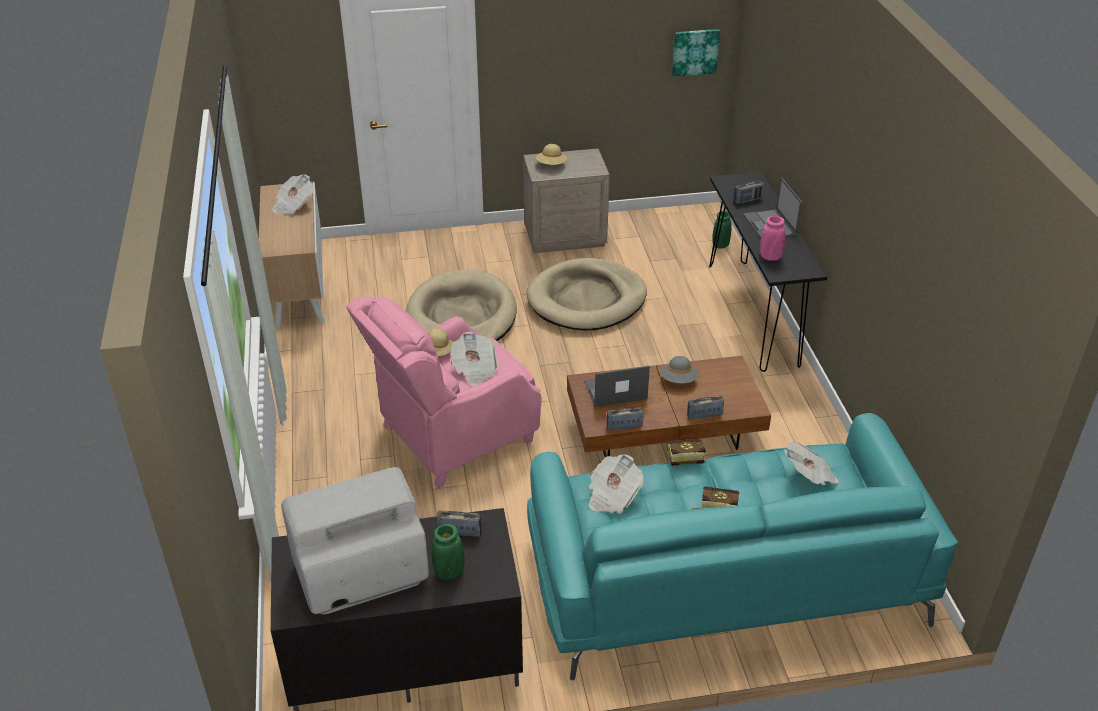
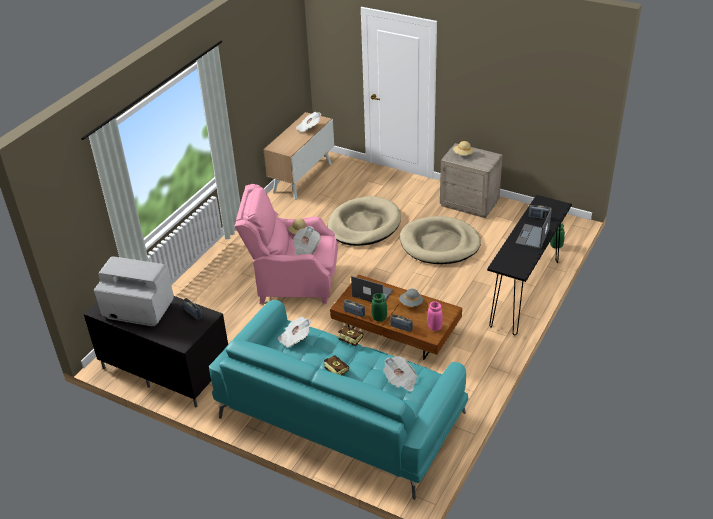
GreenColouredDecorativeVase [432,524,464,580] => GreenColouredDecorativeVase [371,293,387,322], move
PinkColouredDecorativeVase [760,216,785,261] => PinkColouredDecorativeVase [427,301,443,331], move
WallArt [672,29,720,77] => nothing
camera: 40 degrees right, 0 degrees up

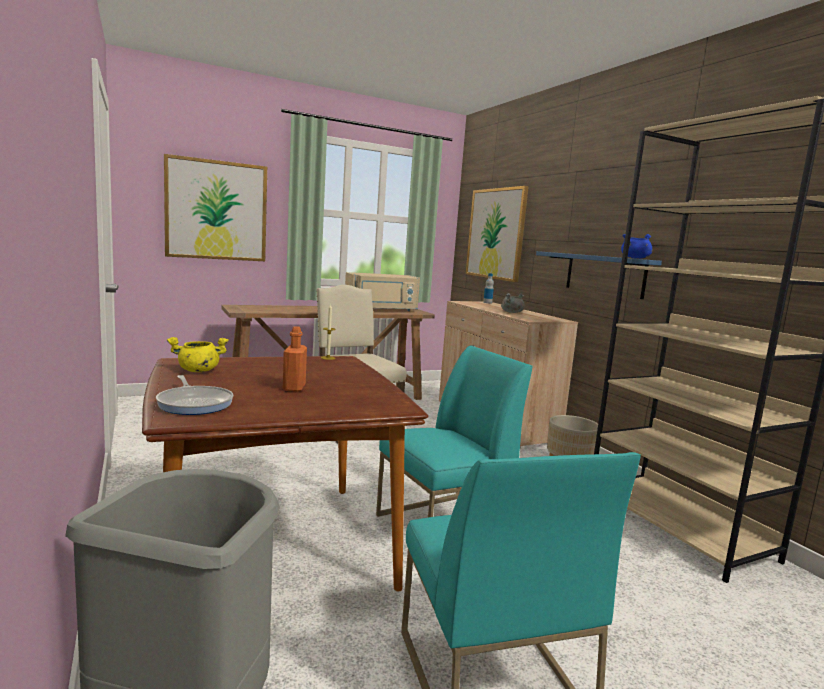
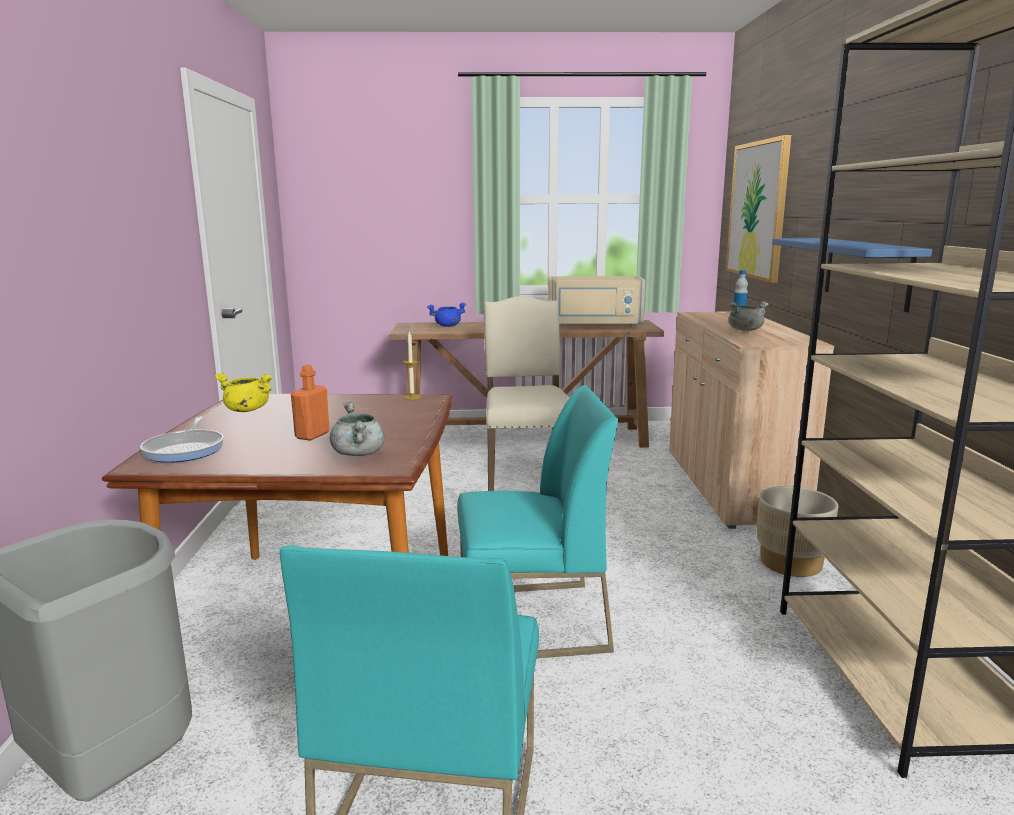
nothing => GreyishCookingPot [330,402,385,456]
BlueCookingPot [621,234,652,259] => BlueCookingPot [427,303,466,327], move
WallArt [164,154,267,261] => nothing
camera: 25 degrees right, 5 degrees up

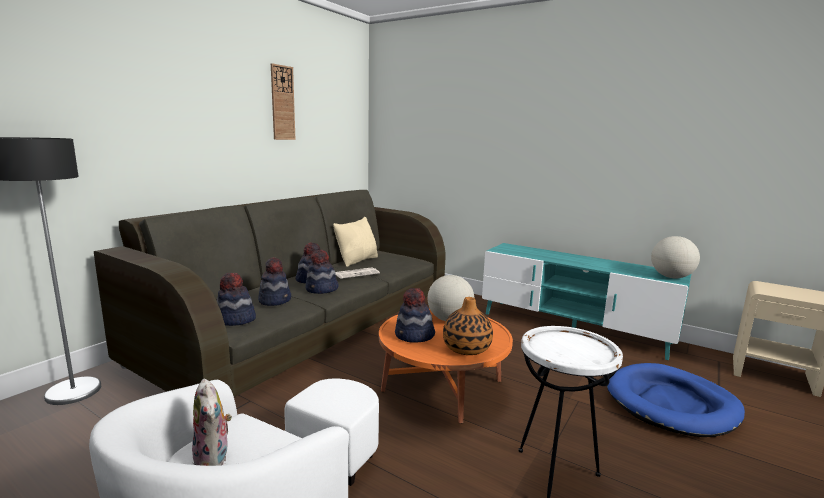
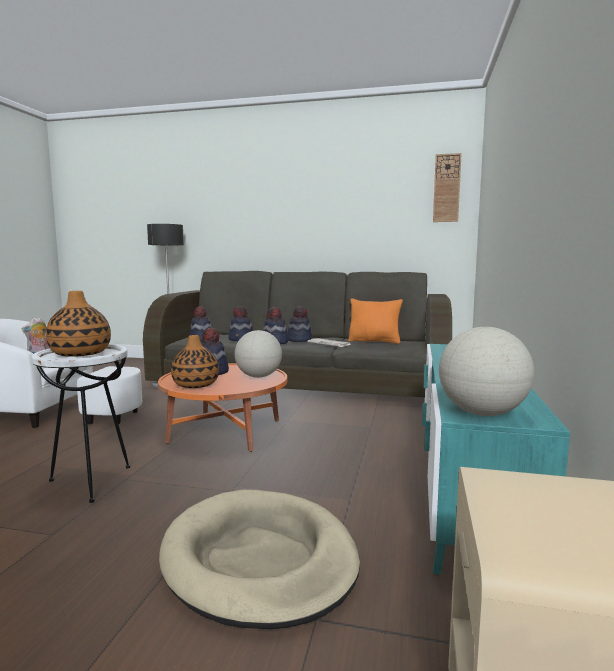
nothing => DecorativeVase [46,291,111,357]
BlueDogCushion [607,363,745,437] => BeigeColouredDogCushion [159,490,360,629]
BeigeColouredThrowPillow [333,217,378,267] => OrangeyThrowPillow [349,299,403,344]
ClockOnTheWall [271,63,295,140] => ClockOnTheWall [433,153,462,222], move
camera: 70 degrees right, 5 degrees down

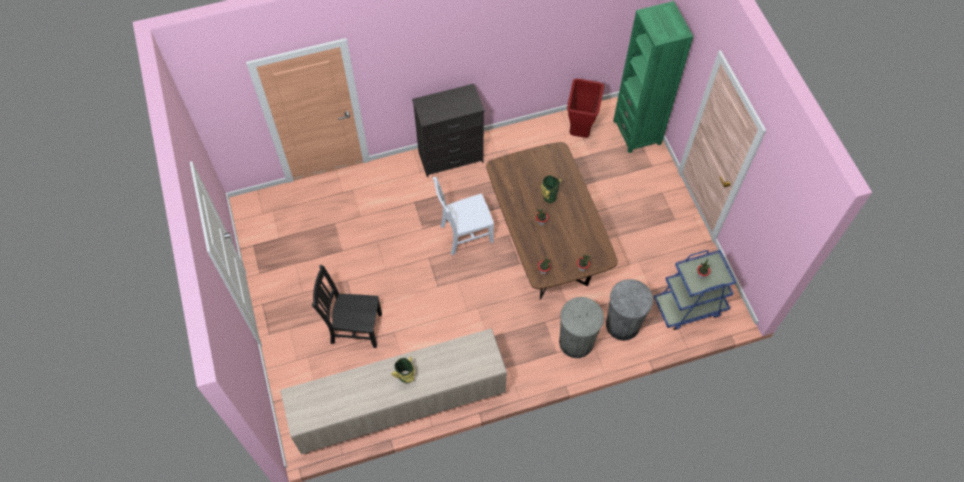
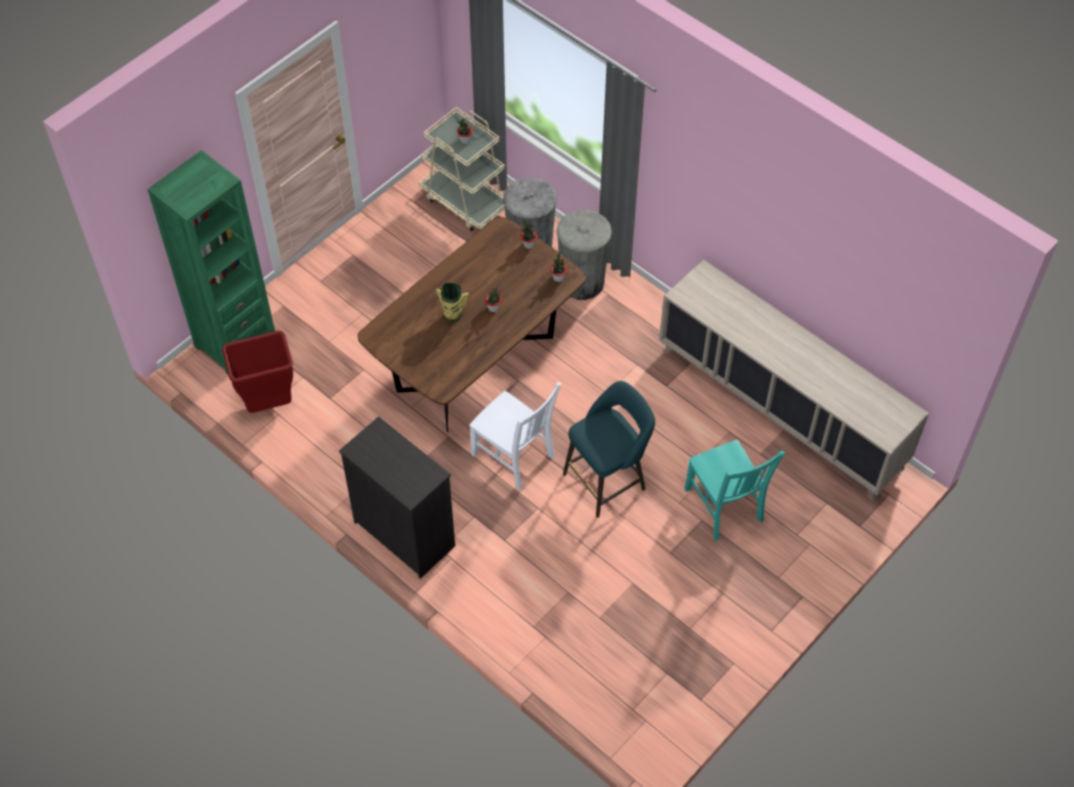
BlueTrolley [654,250,736,330] => BeigeColouredTrolley [419,107,505,231]
nothing => BlueGreenSittingStool [563,381,655,518]
BlackColouredChair [312,264,382,348] => BlueGreenChair [685,440,785,541]
DecorativeVase [391,356,415,383] => nothing
camera: 120 degrees left, 5 degrees down

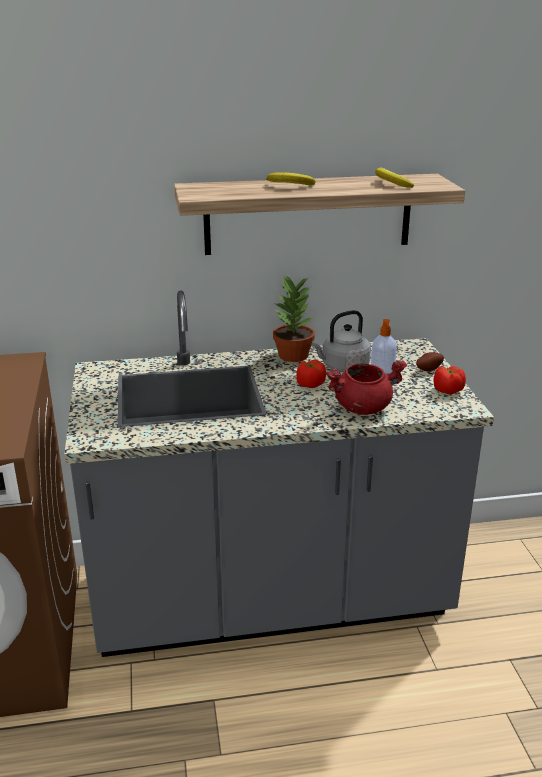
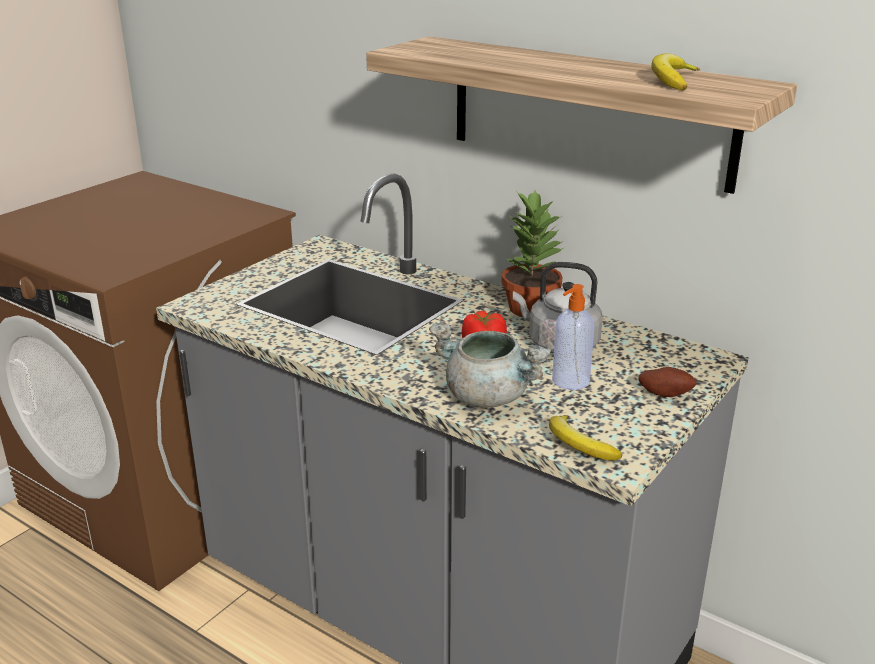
ReddishCookingPot [326,360,407,415] => GreyishCookingPot [429,322,551,408]
BananaFruit [266,172,316,185] => BananaFruit [549,415,622,461], move
FreshTomato [434,366,466,394] => nothing
camera: 45 degrees right, 0 degrees up

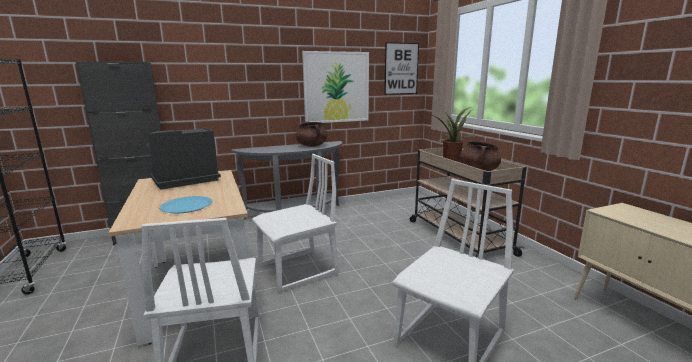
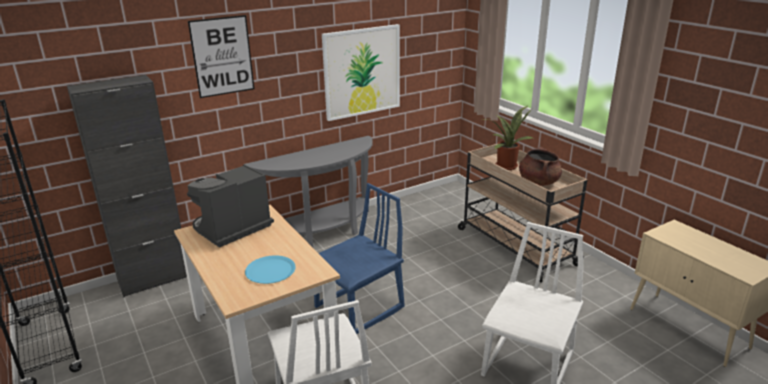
WallArt [384,42,419,95] => WallArt [188,15,254,98], move
WhitishChair [252,154,339,293] => BlueChair [314,183,405,334]
BrownColouredCookingPot [296,122,327,147] => nothing
camera: 10 degrees left, 10 degrees up

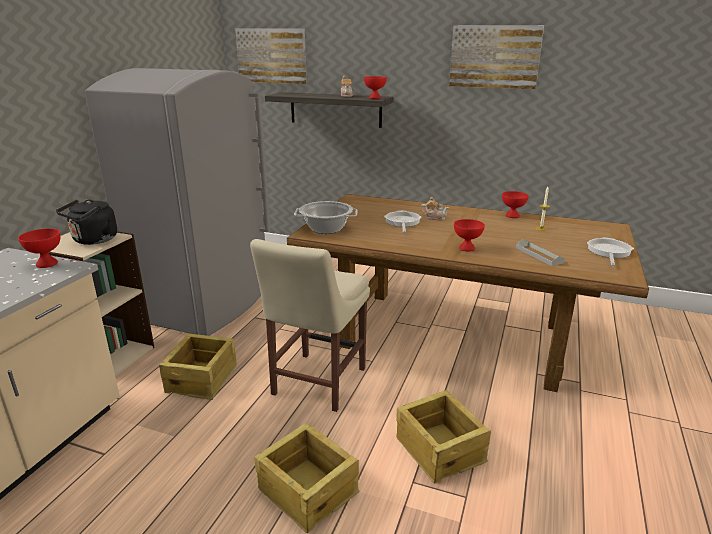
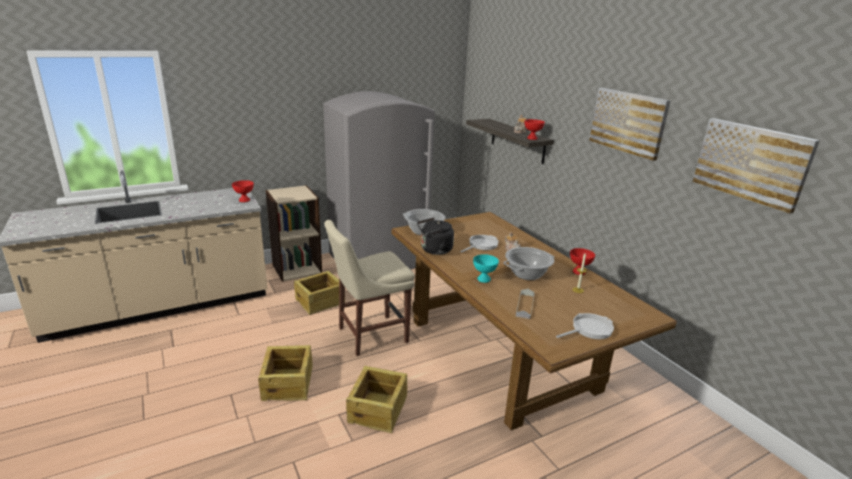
BlackColouredKettle [56,199,117,245] => BlackColouredKettle [417,217,454,255], move
ReddishServingBowl [454,219,485,252] => BlueGreenServingBowl [473,254,499,283]
nothing => CookingPot [503,247,554,280]
WallArt [235,29,307,84] => WallArt [693,118,820,214], move
camera: 40 degrees right, 0 degrees up

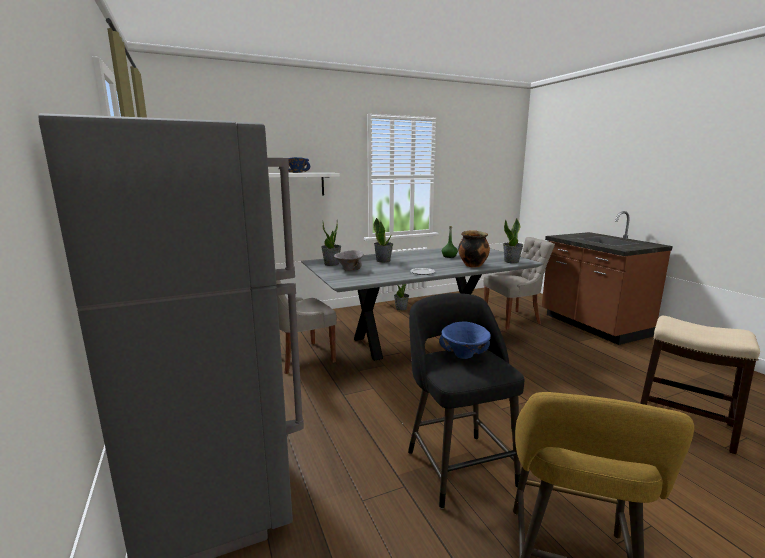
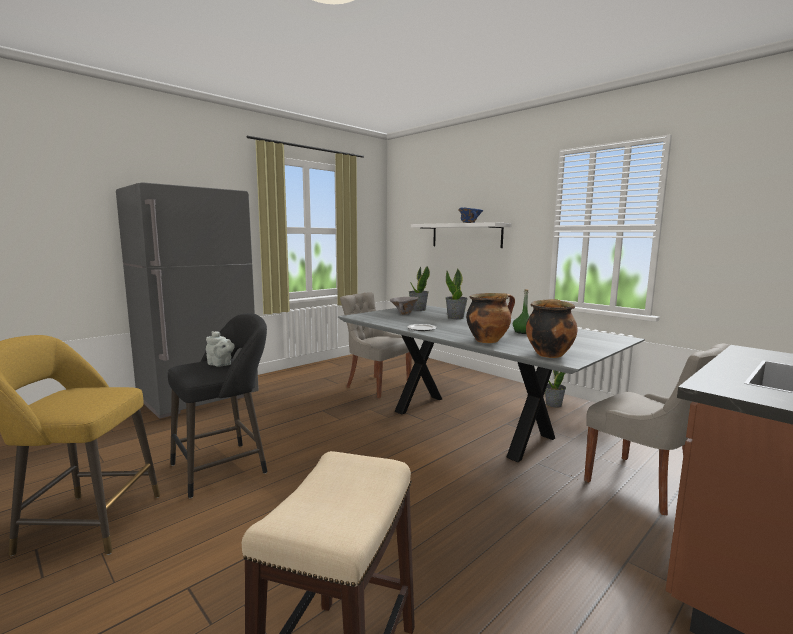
BlueServingBowl [439,321,491,359] => GreyishPotForTea [206,331,235,367]
PlantInAPot [503,218,523,263] => CookingPot [526,299,578,358]
camera: 70 degrees right, 5 degrees down

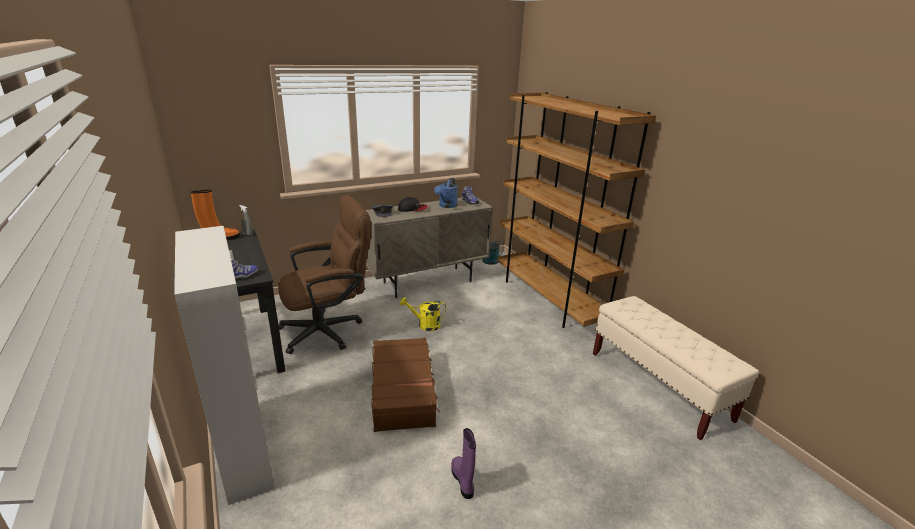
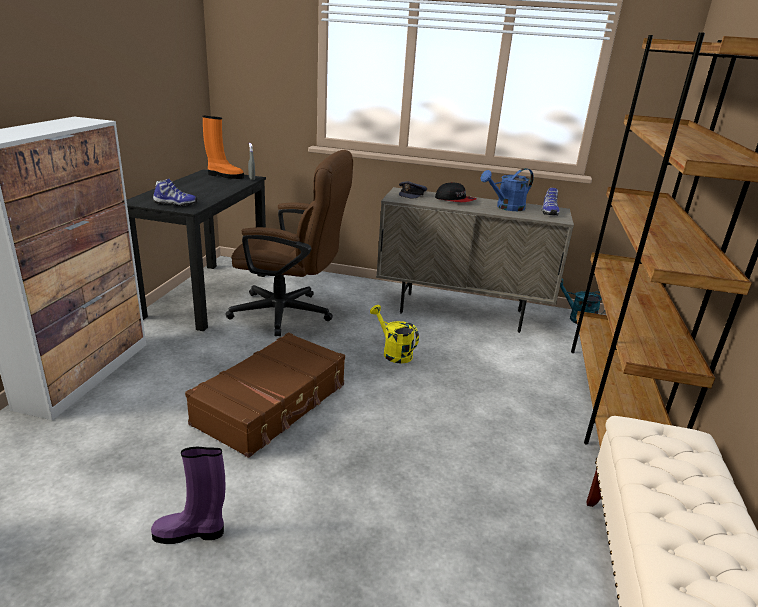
PurpleTallBoot [451,428,476,499] => PurpleTallBoot [151,447,226,544], 120 degrees counterclockwise
camera: 40 degrees right, 0 degrees up

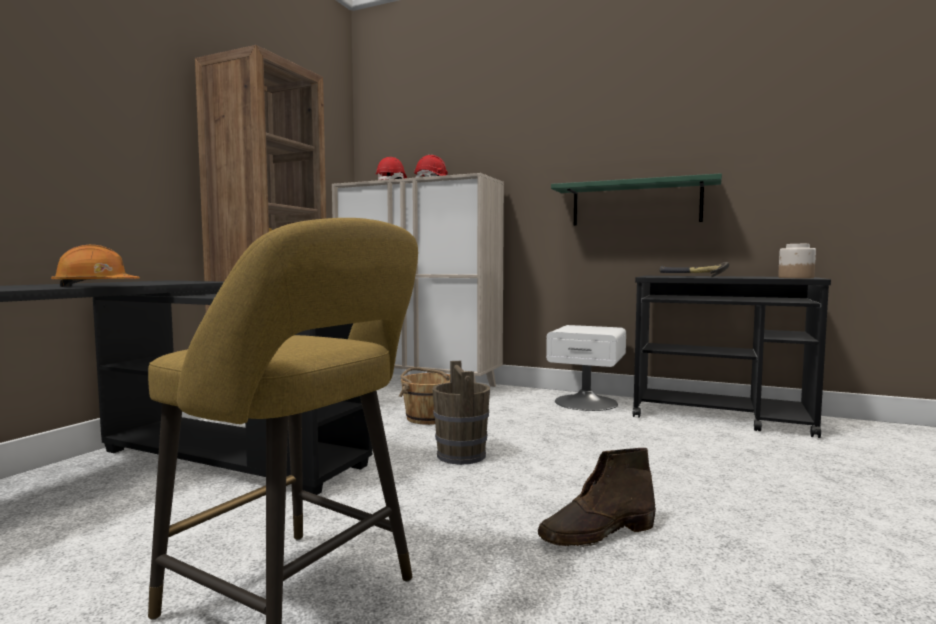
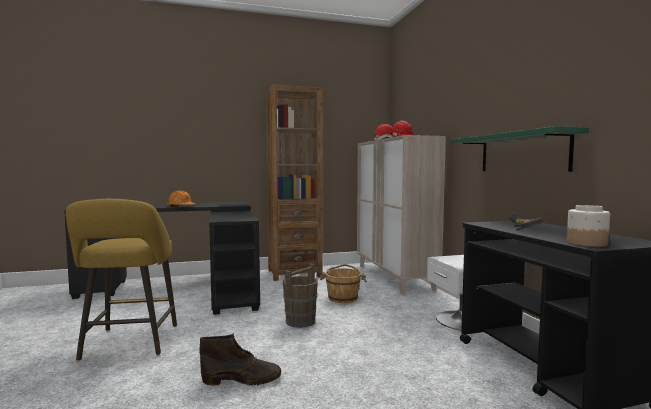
BrownColouredTallBoot [538,448,656,547] => BrownColouredTallBoot [199,334,281,385], 150 degrees clockwise
camera: 50 degrees right, 0 degrees up

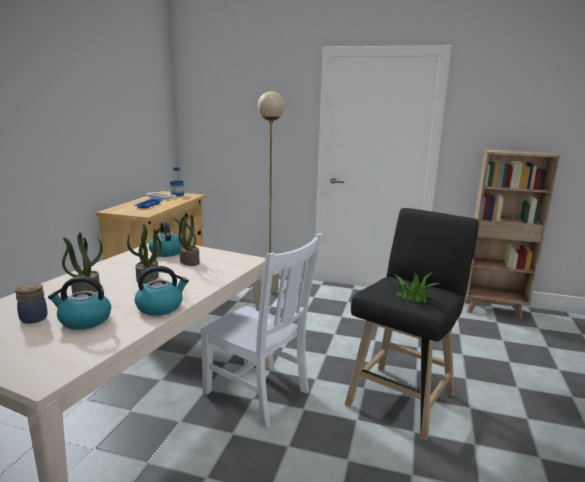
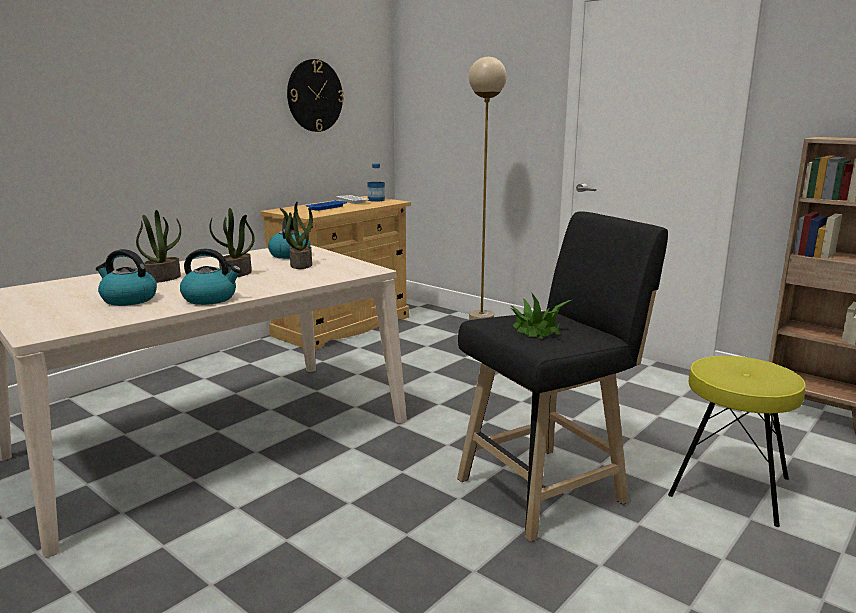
nothing => ClockOnTheWall [287,59,344,132]
nothing => YellowishSittingStool [668,356,805,527]
StorageJar [15,283,48,324] => nothing
WhitishChair [200,233,322,428] => nothing
camera: 25 degrees right, 0 degrees up

